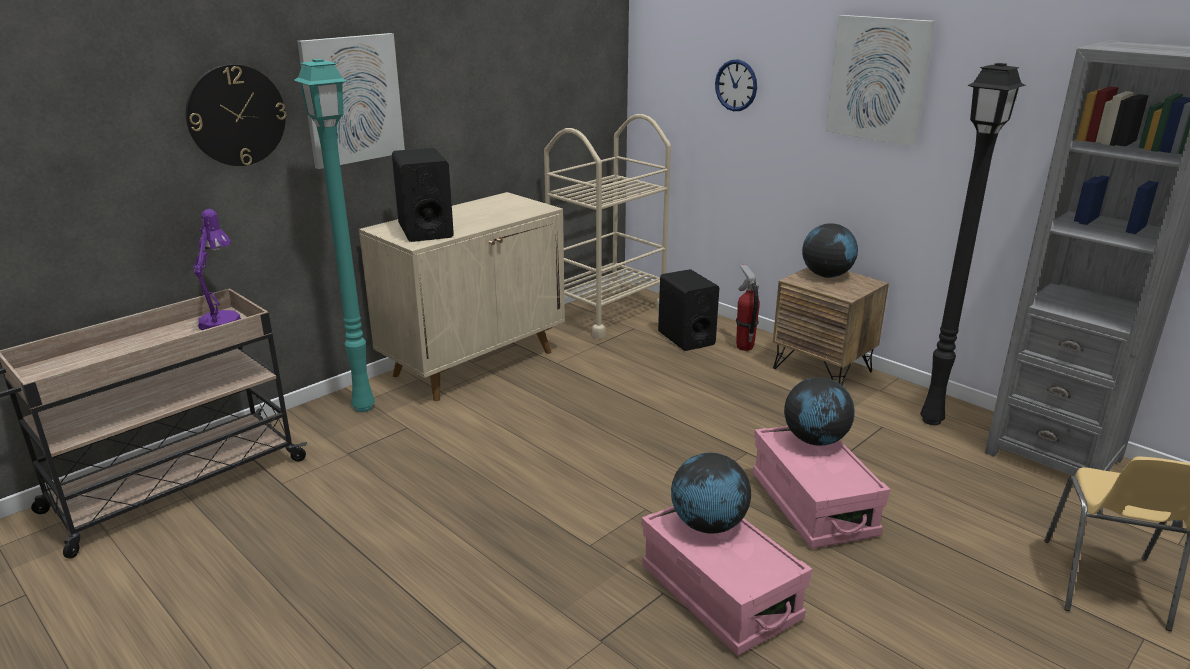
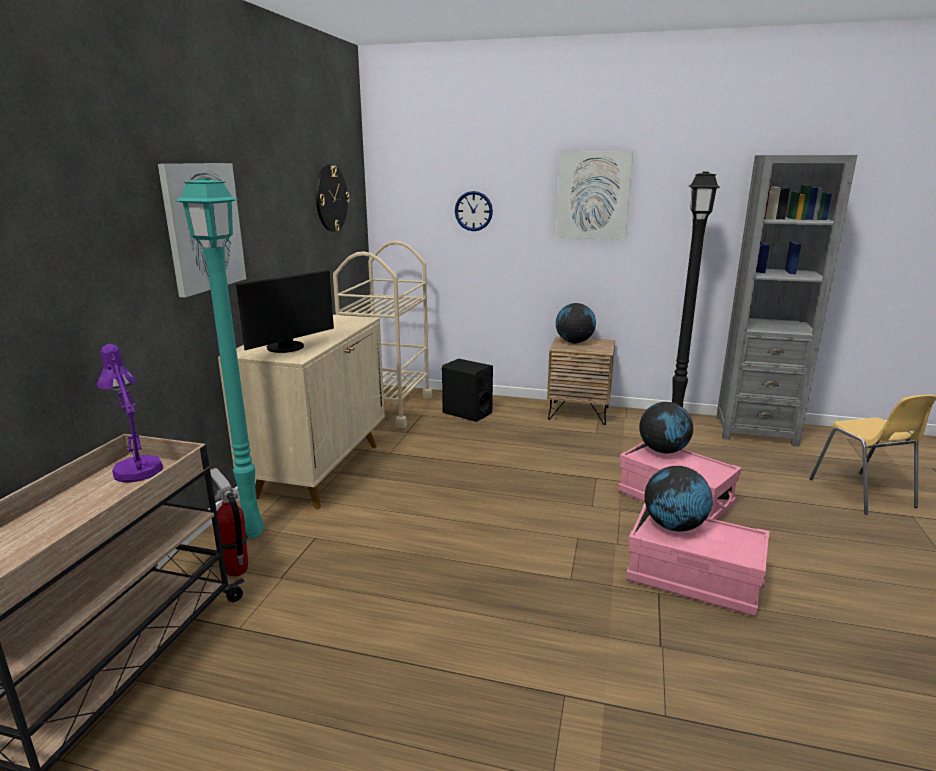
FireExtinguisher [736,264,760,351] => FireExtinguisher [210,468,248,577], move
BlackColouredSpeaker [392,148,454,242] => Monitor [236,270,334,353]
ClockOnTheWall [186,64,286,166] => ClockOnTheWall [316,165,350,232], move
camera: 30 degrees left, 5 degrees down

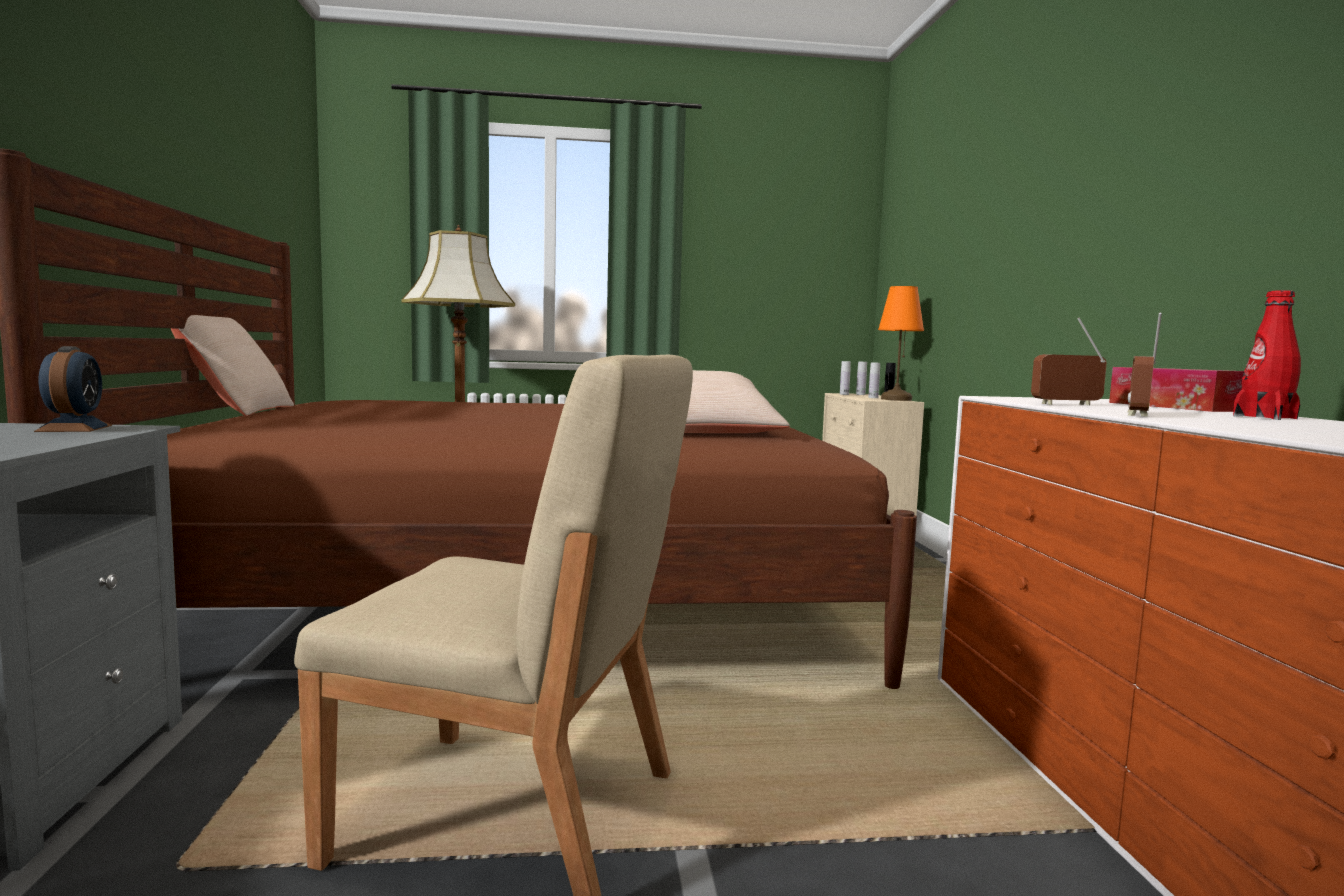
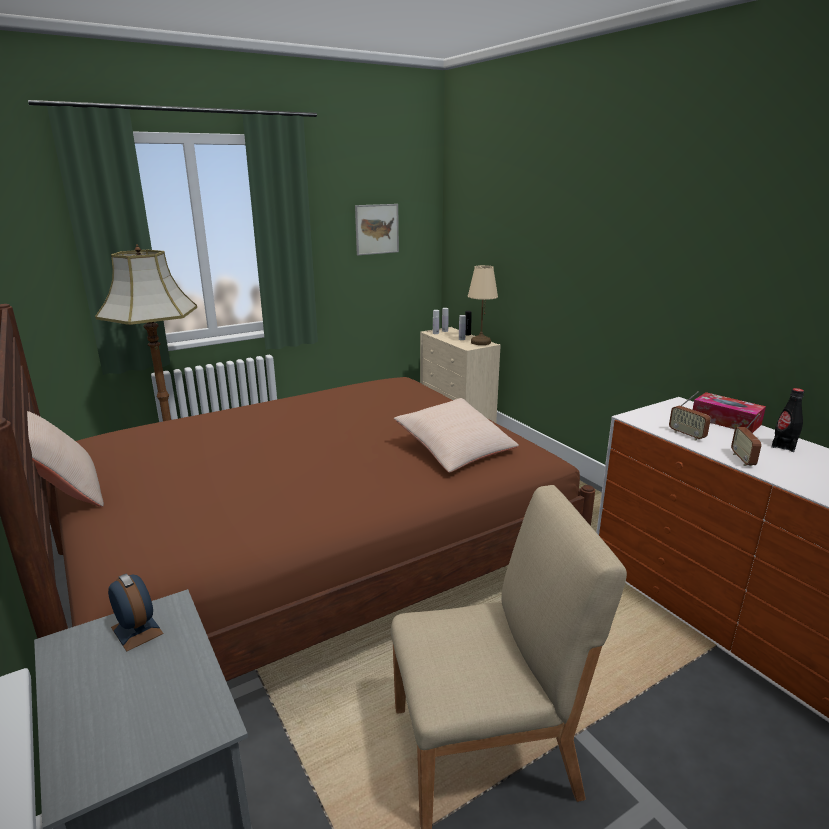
nothing => WallArt [355,204,399,255]
OrangeyTableLamp [878,286,924,401] => BeigeColouredTableLamp [468,265,498,345]
Radio [1031,318,1107,406] => Radio [669,391,711,440], 90 degrees counterclockwise
ReddishBottle [1233,290,1301,420] => BlackColouredBottle [772,388,804,452]
camera: 25 degrees left, 15 degrees up

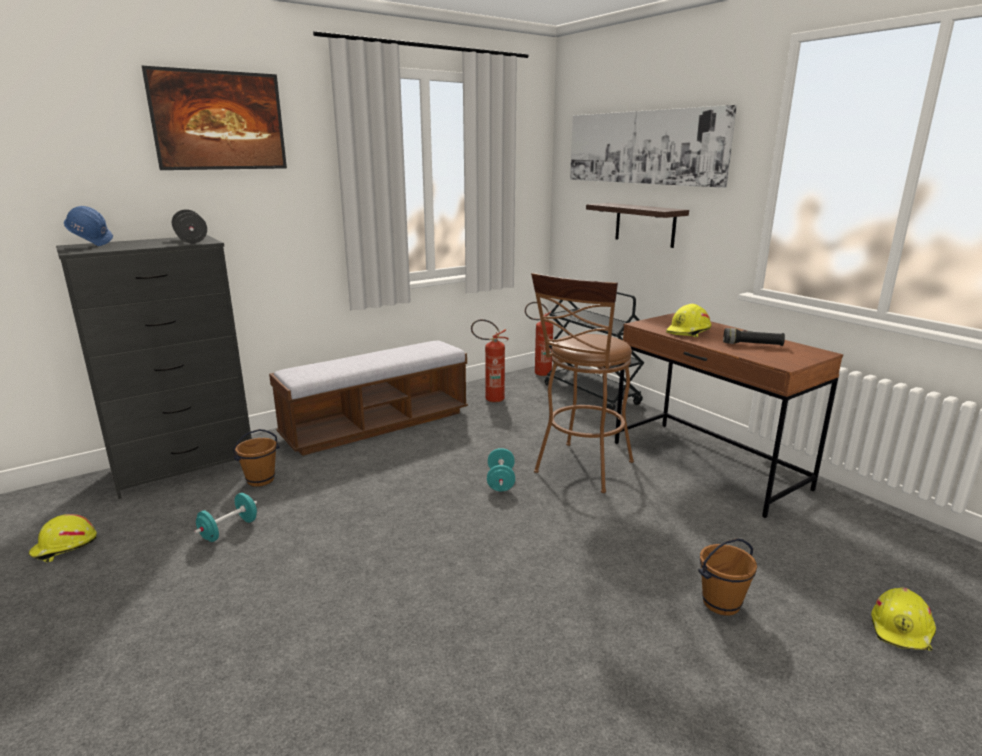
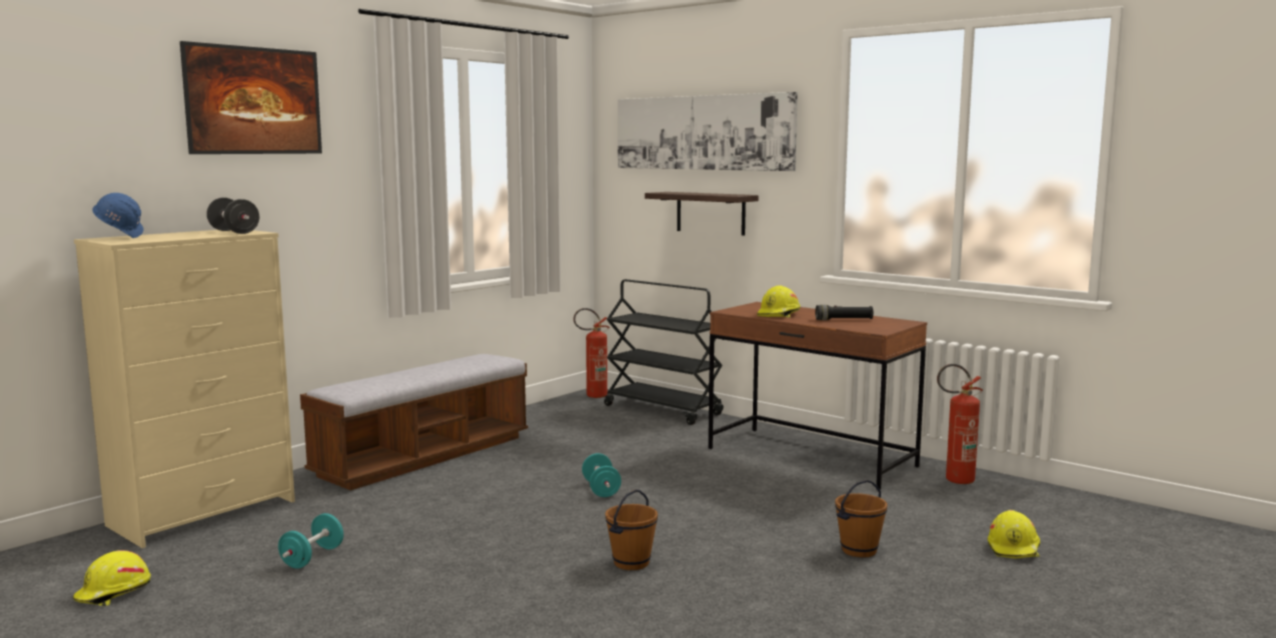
BlackColouredDrawerChest [56,235,252,499] => BeigeColouredDrawerChest [74,230,295,548]
BrownColouredBucket [233,429,280,487] => BrownColouredBucket [605,489,658,570], move
FireExtinguisher [471,319,509,402] => FireExtinguisher [937,364,983,484], move
BrownColouredSittingStool [531,273,634,493] => nothing
camera: 15 degrees left, 10 degrees down

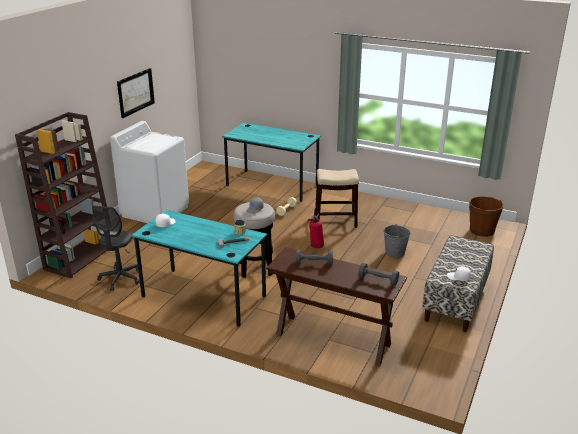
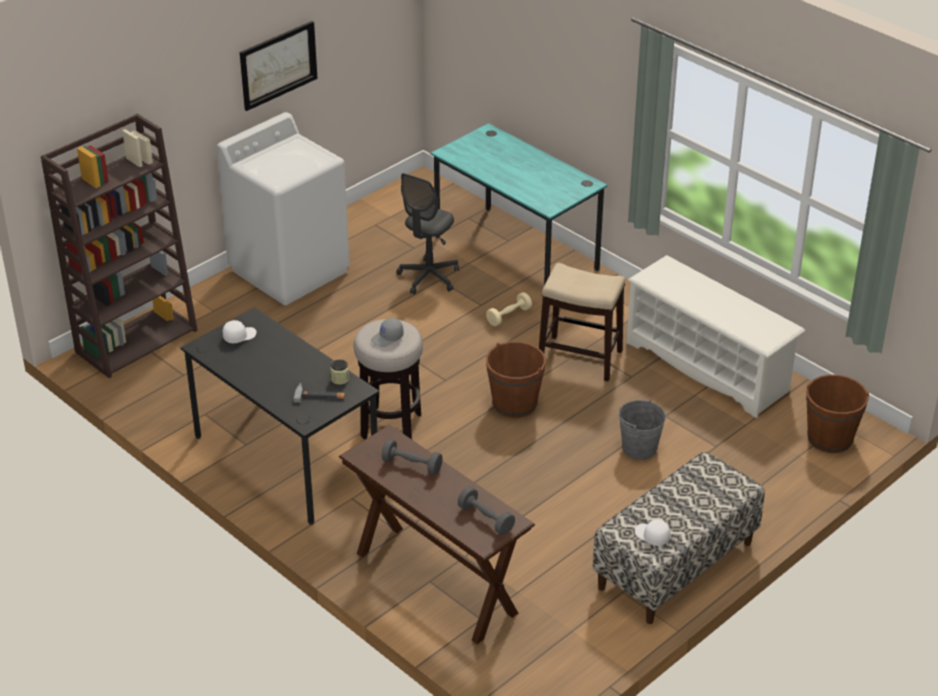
BlueGreenDeskTable [131,210,267,327] => BlackColouredDeskTable [181,307,379,525]
GreyishOfficeChair [92,206,139,291] => GreyishOfficeChair [396,173,459,295], move
FireExtinguisher [308,207,324,248] => BrownColouredBucket [486,341,546,418]
nothing => WhitishShoeRack [627,255,805,418]
camera: 20 degrees right, 10 degrees up

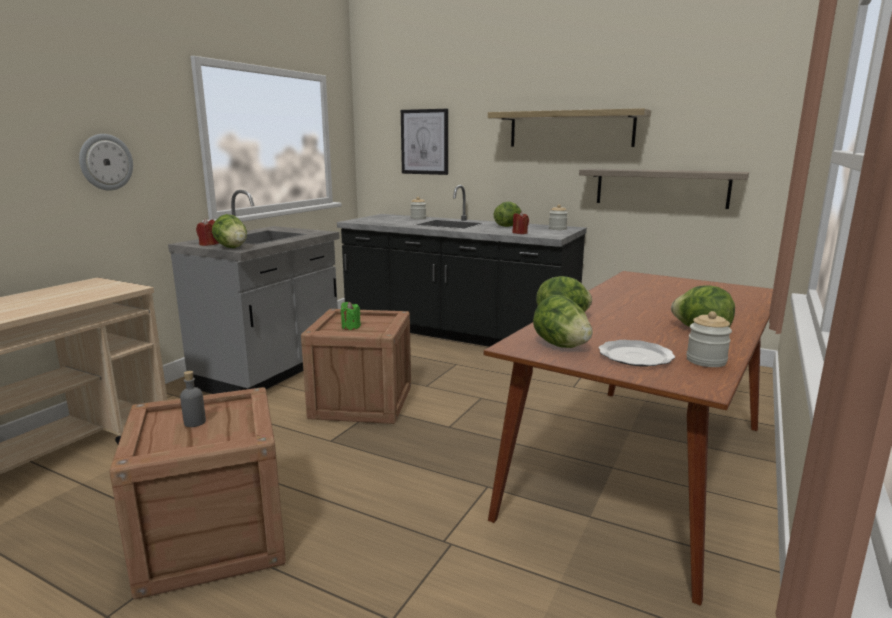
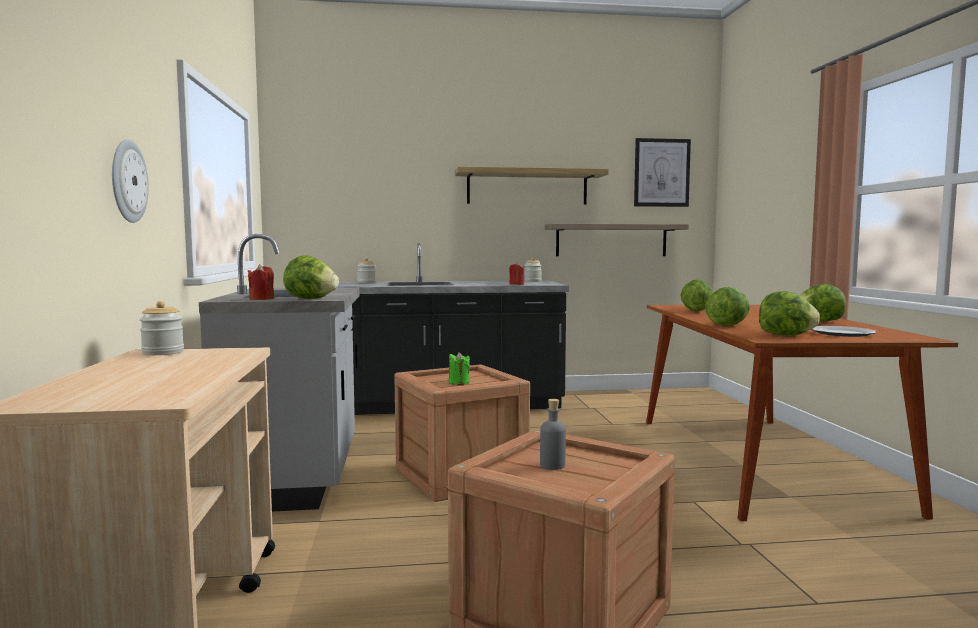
StorageJar [686,311,732,367] => StorageJar [139,301,184,355], move
WallArt [401,109,448,175] => WallArt [634,138,691,207], move
HeadOfLettuce [493,201,521,227] => HeadOfLettuce [681,279,713,312], move
camera: 35 degrees left, 10 degrees down

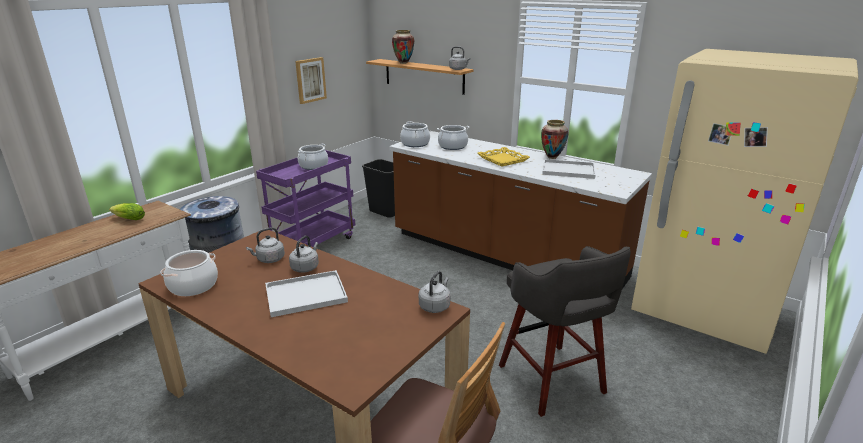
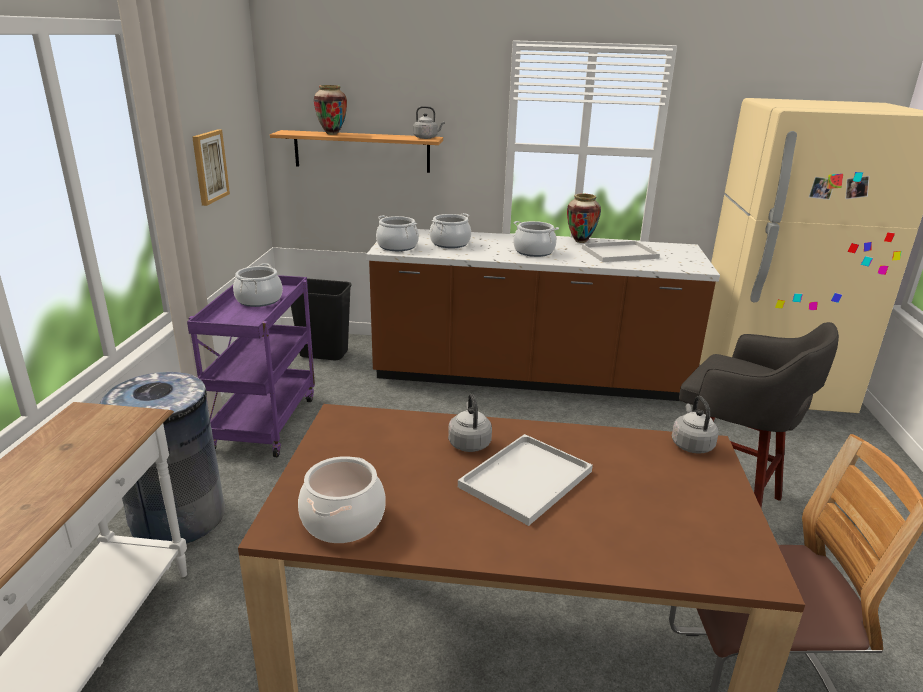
YellowishTray [478,147,530,167] => CookingPot [513,221,559,257]
HeadOfLettuce [109,203,145,220] => nothing
GreyishKettle [246,227,285,263] => nothing
camera: 30 degrees left, 0 degrees up

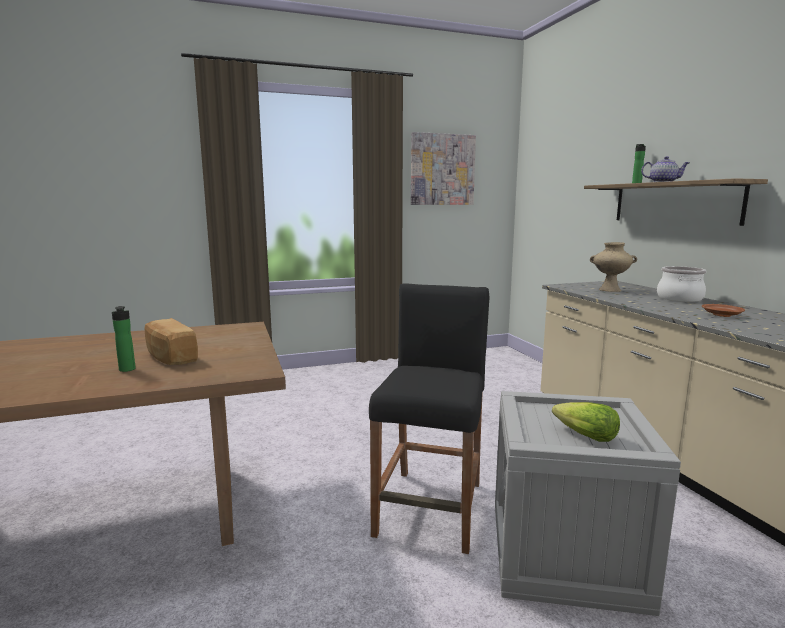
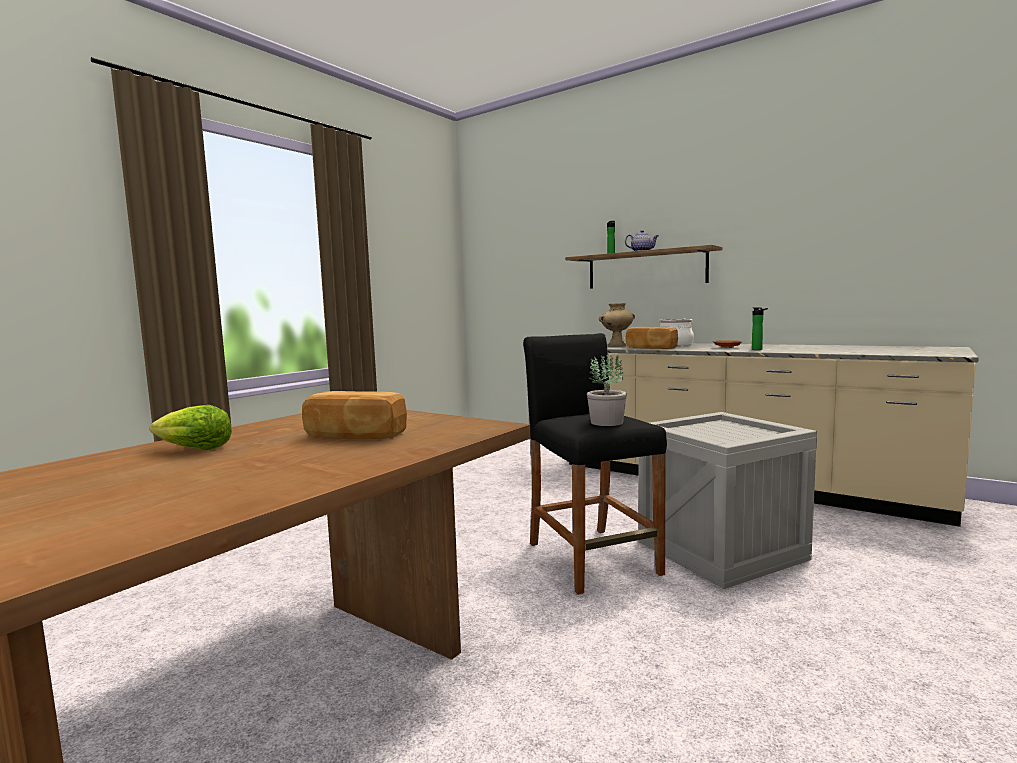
HeadOfLettuce [552,402,620,442] => HeadOfLettuce [149,405,232,450], move
nothing => PlantInAPot [587,354,627,426]
nothing => Bread [626,327,678,349]
Bottle [112,306,136,372] => Bottle [752,307,768,350], move
WallArt [411,132,476,205] => nothing
camera: 35 degrees left, 5 degrees down

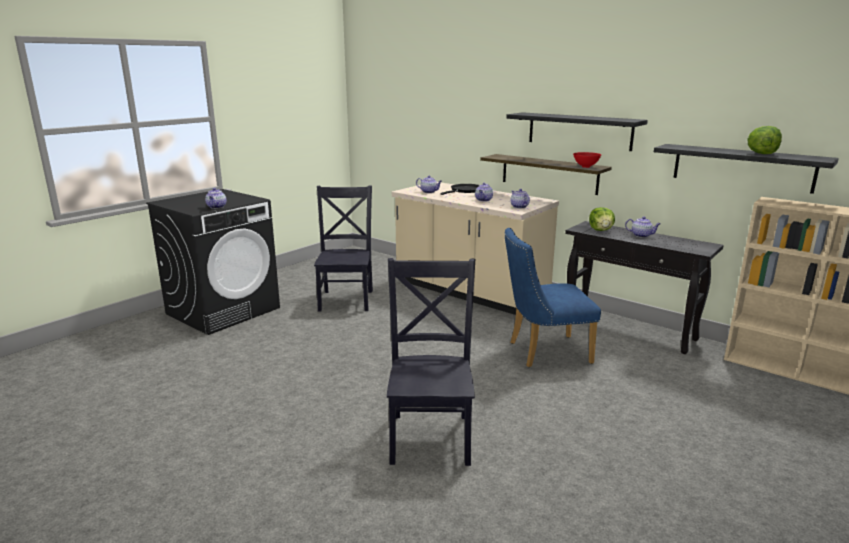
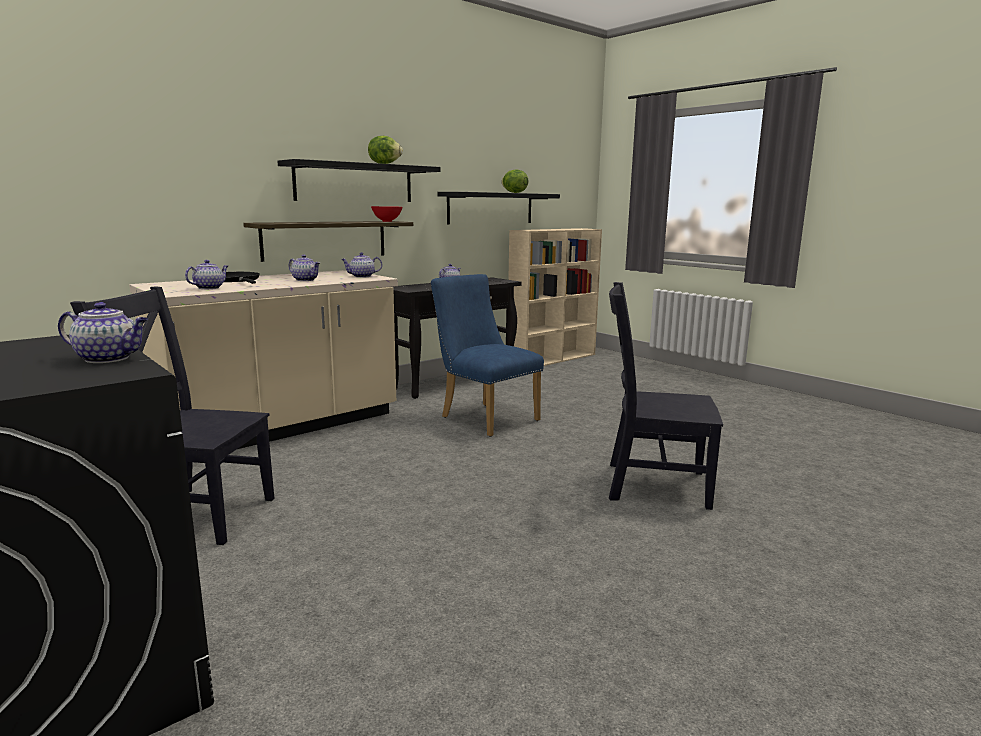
HeadOfLettuce [589,207,615,231] => HeadOfLettuce [368,136,403,164], move
BlueChair [504,228,601,367] => BlueChair [431,274,544,437], 135 degrees clockwise
camera: 80 degrees left, 5 degrees down

